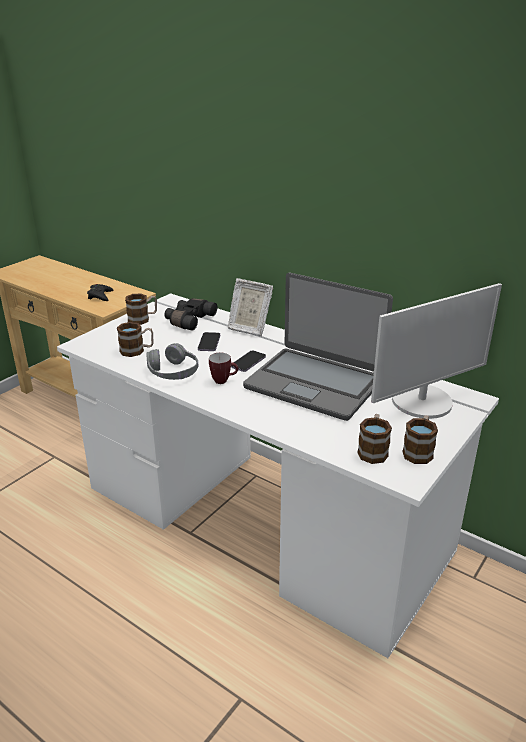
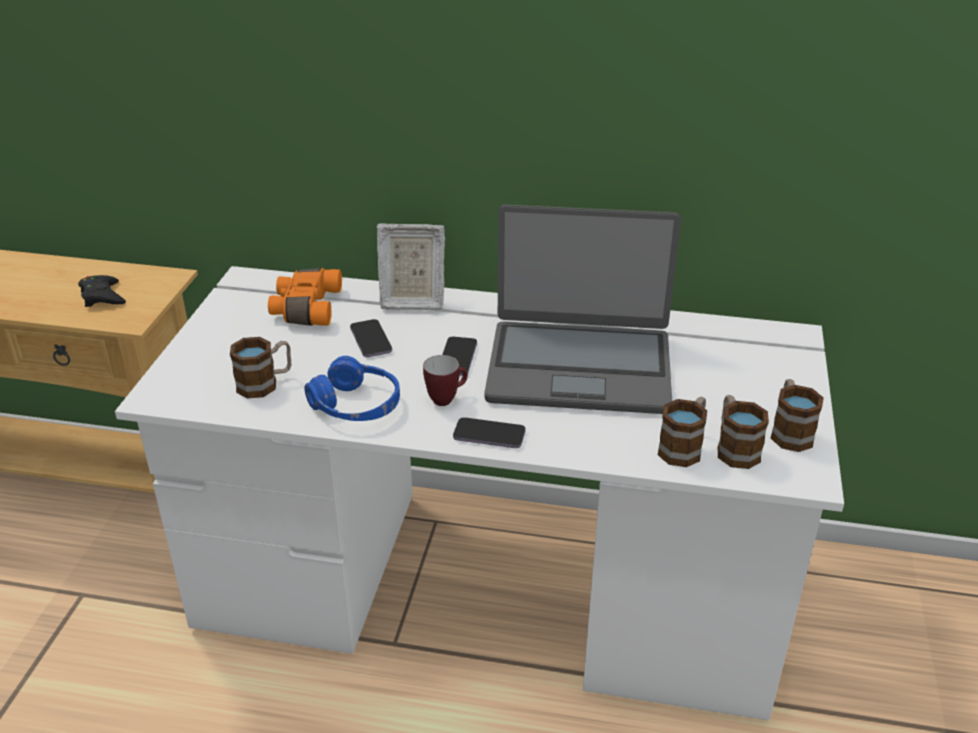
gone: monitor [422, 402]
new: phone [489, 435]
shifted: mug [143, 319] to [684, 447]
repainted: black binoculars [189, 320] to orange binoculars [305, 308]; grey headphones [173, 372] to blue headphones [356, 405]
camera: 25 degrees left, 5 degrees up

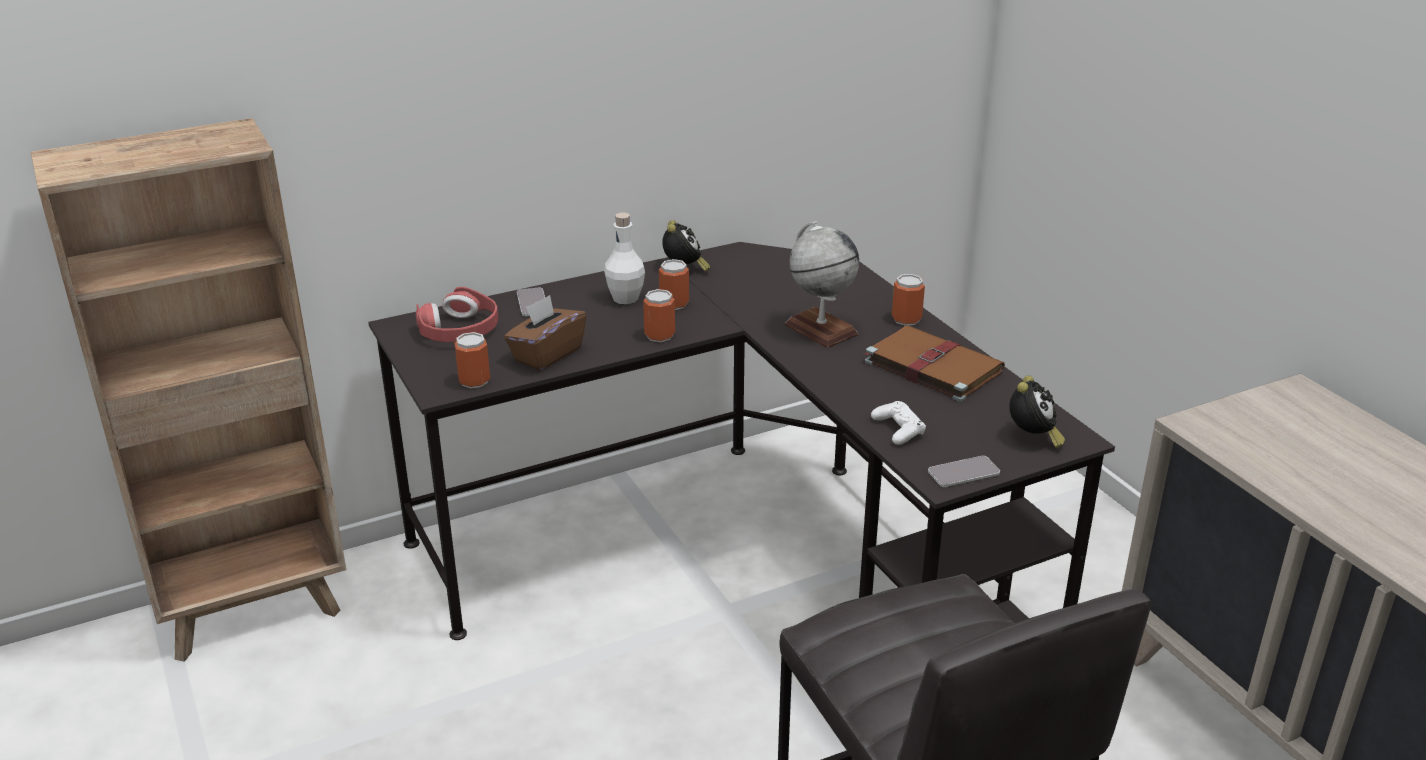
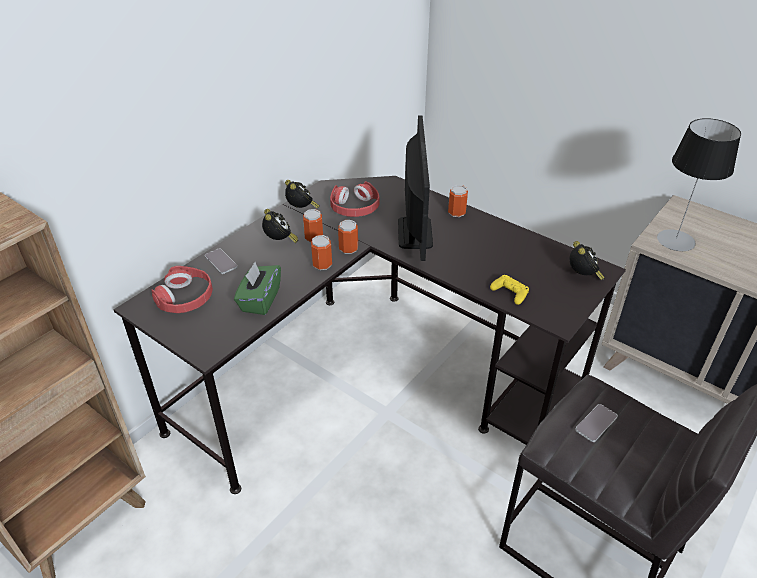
gone: brown book [931, 366]
new: table lamp [675, 240]; red headphones [355, 207]
shifted: can [474, 381] to [348, 248]; phone [963, 473] to [596, 423]
swapped: white bottle [625, 298] to alarm clock [280, 241]; globe [820, 329] to monitor [414, 233]
repainted: brown tissue box [547, 354] to green tissue box [260, 300]; white game controller [898, 429] to yellow game controller [510, 293]
camera: 25 degrees left, 10 degrees up

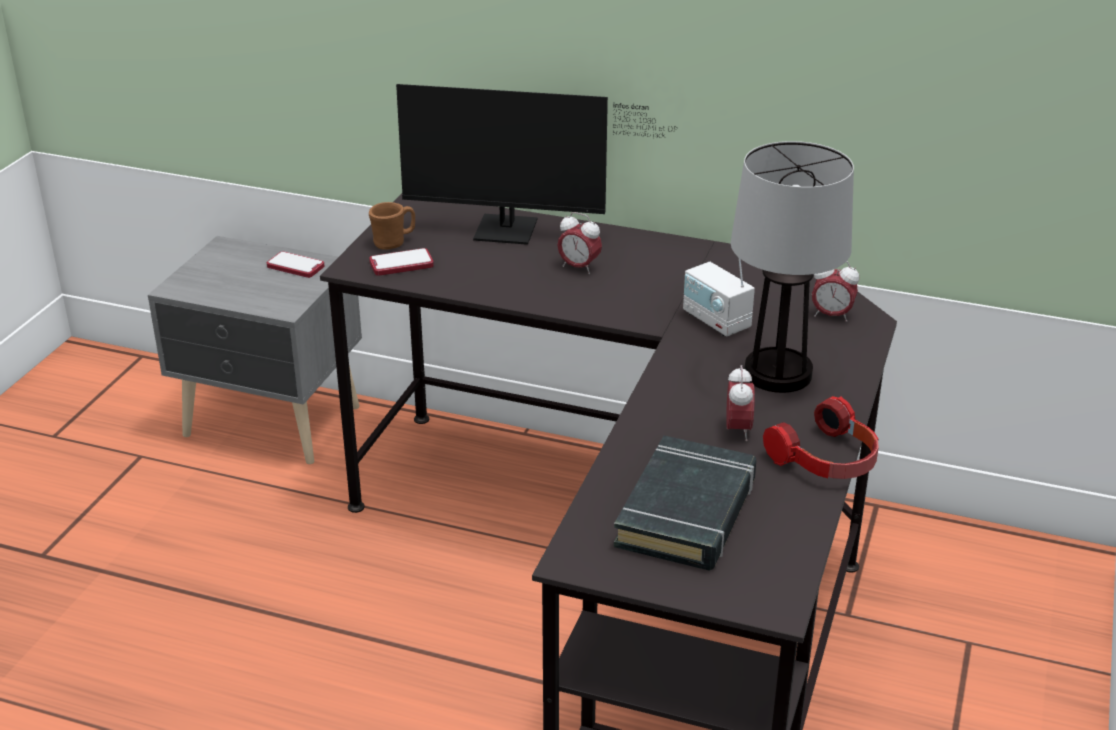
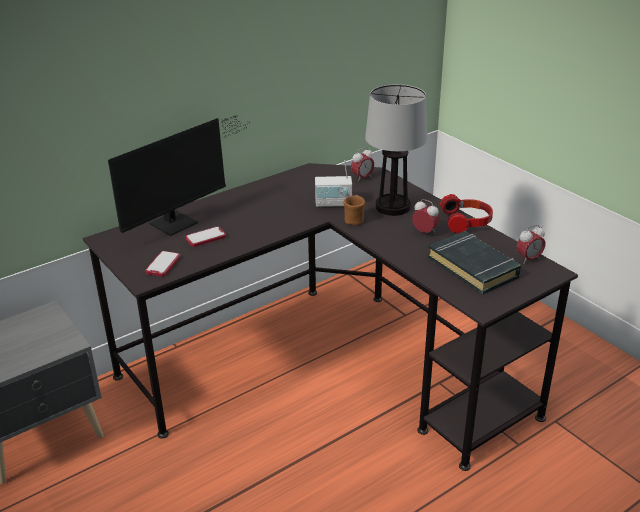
shifted: brown mug [393, 242] to [354, 219]; alarm clock [579, 267] to [528, 259]; phone [295, 266] to [205, 238]
camera: 55 degrees left, 0 degrees up

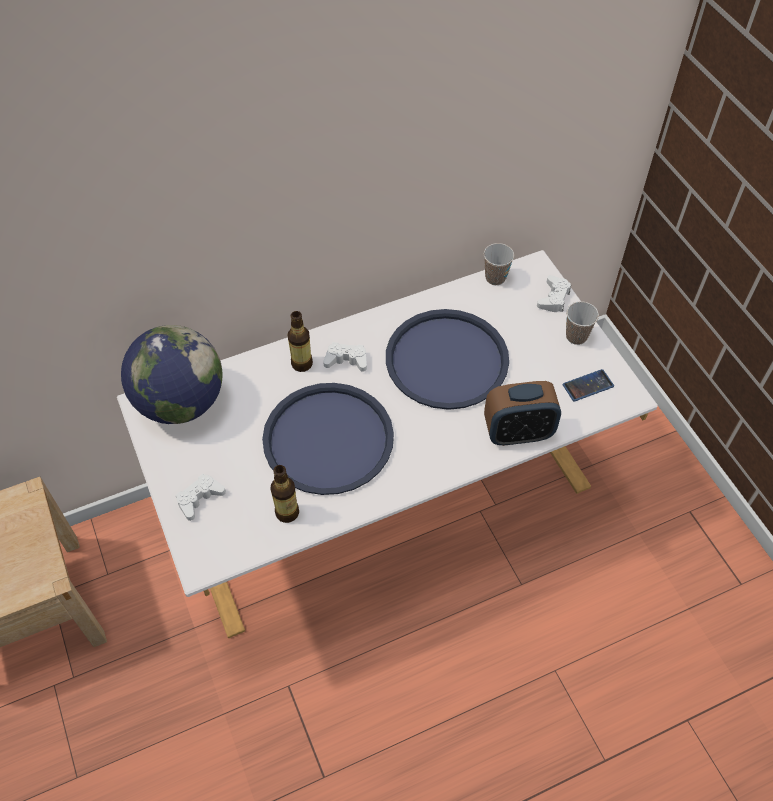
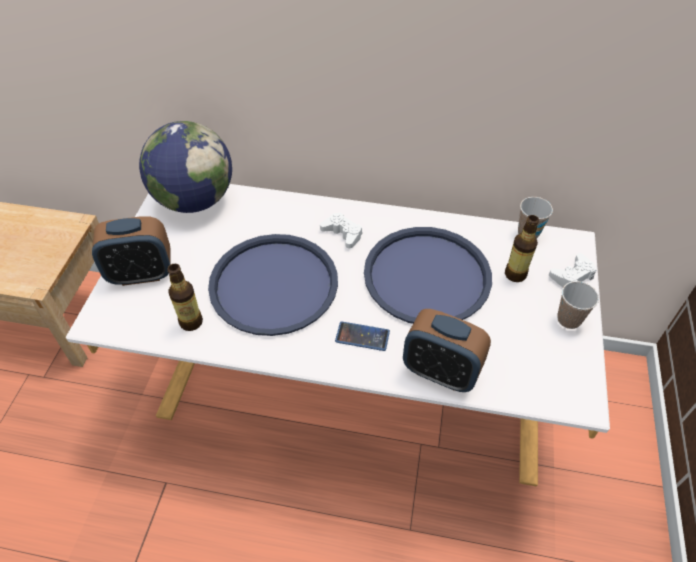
shifted: bottle [302, 364] to [515, 274]; phone [588, 386] to [362, 336]
swapped: white game controller [199, 499] to alarm clock [141, 274]
camera: 35 degrees right, 5 degrees down

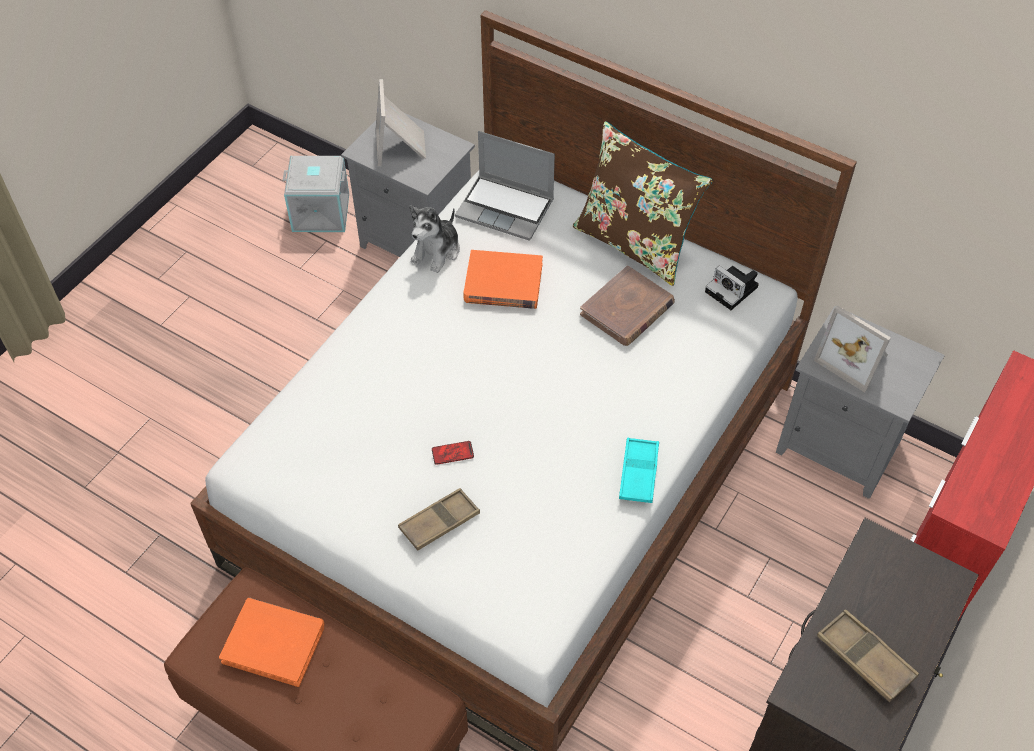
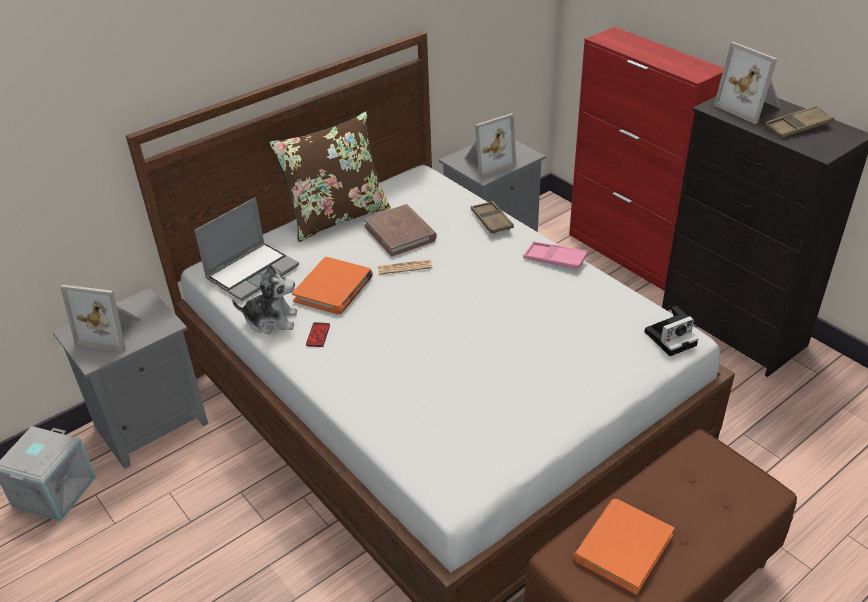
new: picture frame [750, 107]; newspaper [404, 267]
shifted: photo camera [733, 290] to [671, 337]; phone [452, 453] to [318, 335]; brown tray [439, 522] to [491, 221]
repainted: turquoise tray [638, 473] to pink tray [555, 259]
rotated: plush toy [437, 251] = [271, 320] 45 degrees counterclockwise
camera: 70 degrees left, 15 degrees down

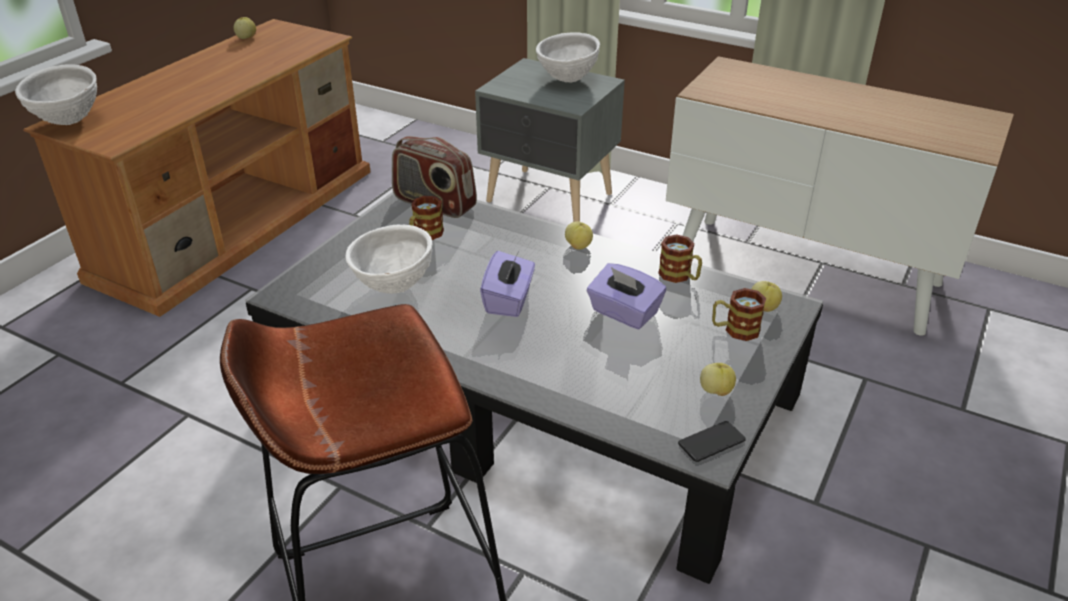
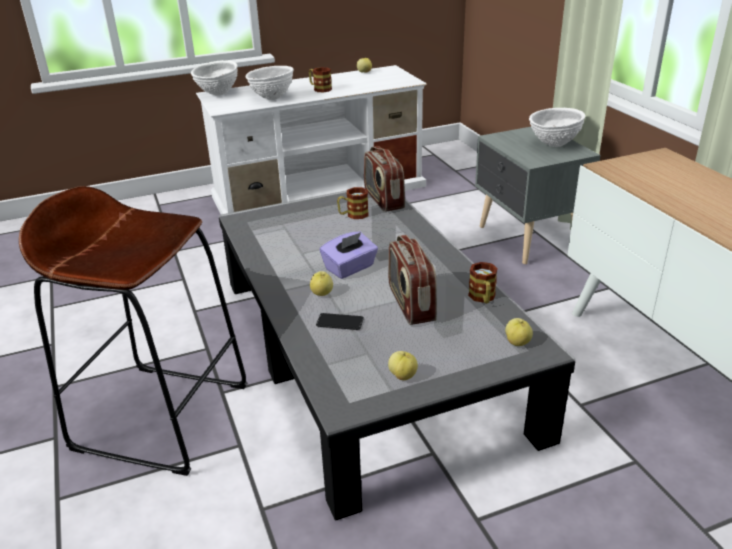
shifted: apple [578, 246] to [322, 293]; white bowl [393, 287] to [272, 98]; mug [735, 330] to [320, 89]; phone [711, 442] to [340, 322]
swapped: purple tissue box [623, 313] to radio [410, 304]
repainted: brown tv stand [239, 221] to white tv stand [320, 190]
camera: 40 degrees right, 5 degrees down

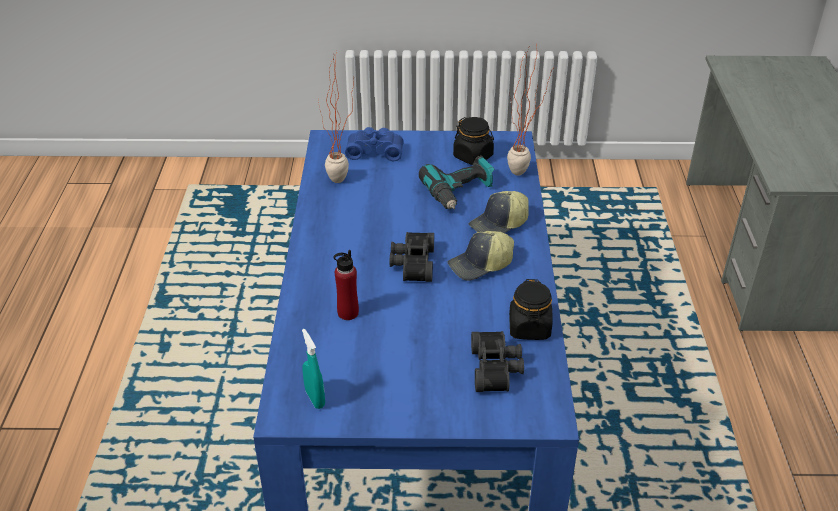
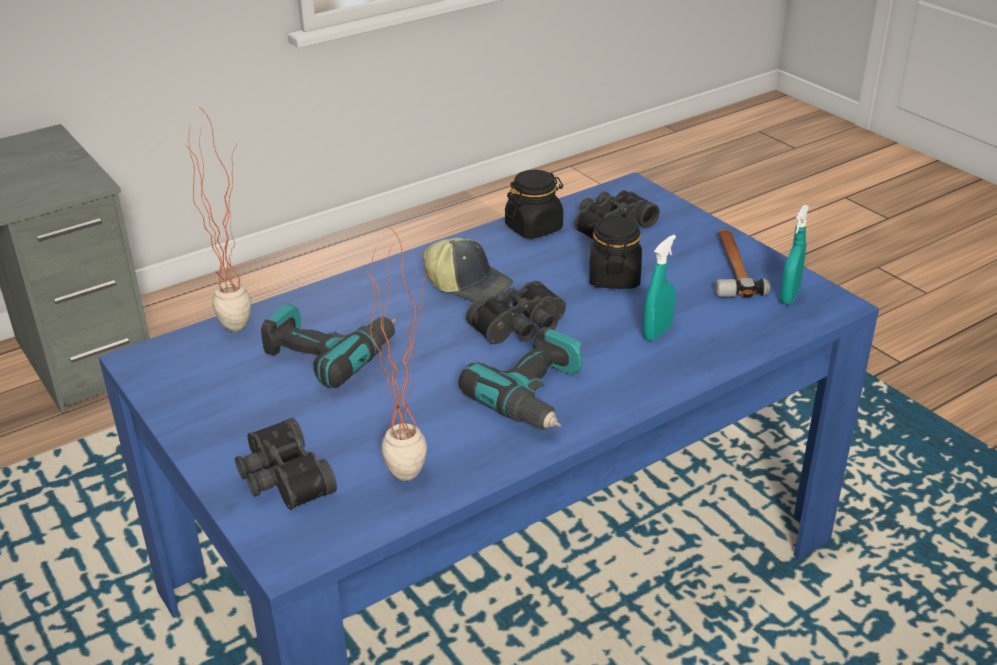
gone: cap [499, 224]
new: hammer [731, 267]; power drill [535, 396]
shifted: black jar [473, 156] to [614, 278]
swapped: red bottle [348, 313] to turquoise spray bottle [657, 332]
repainted: blue binoculars [375, 150] to black binoculars [281, 479]
camera: 125 degrees left, 5 degrees down

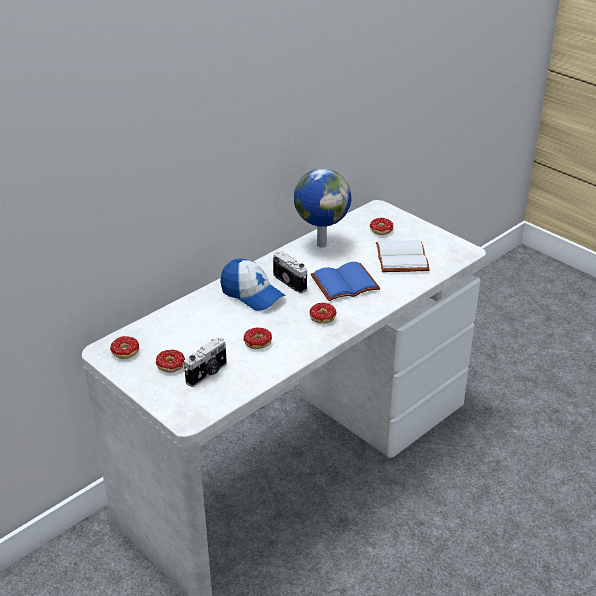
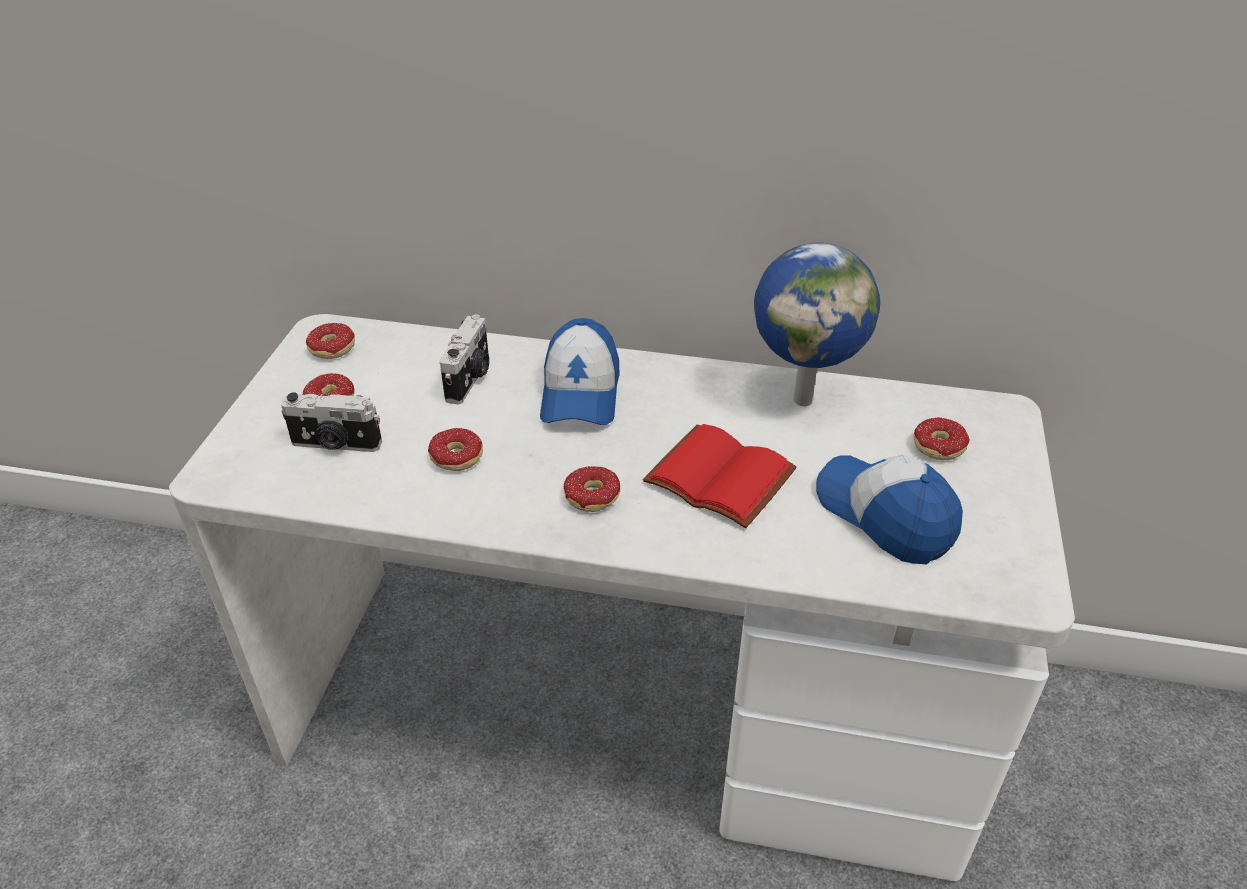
shifted: photo camera [291, 282] to [470, 379]
swapped: white book [403, 258] to cap [885, 515]
repainted: blue book [345, 282] to red book [723, 476]
camera: 55 degrees right, 5 degrees up

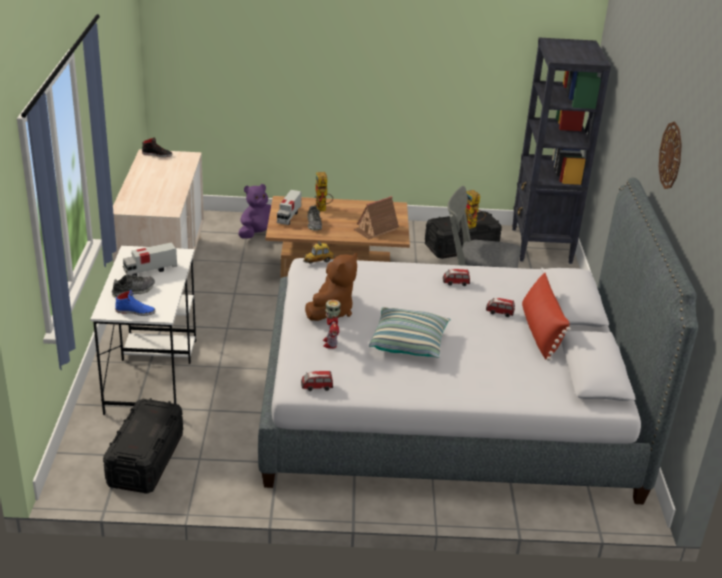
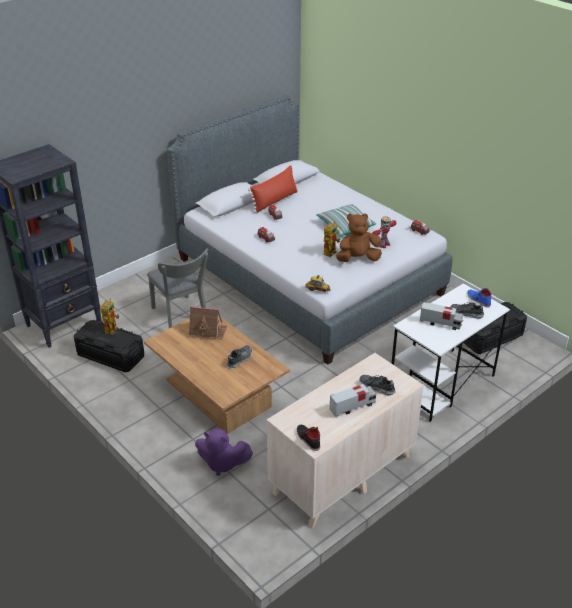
gone: wall clock [671, 155]
new: shoe [377, 387]
shifted: toy robot [322, 209] to [330, 251]; toy truck [289, 216] to [352, 407]
camera: 130 degrees left, 5 degrees up

